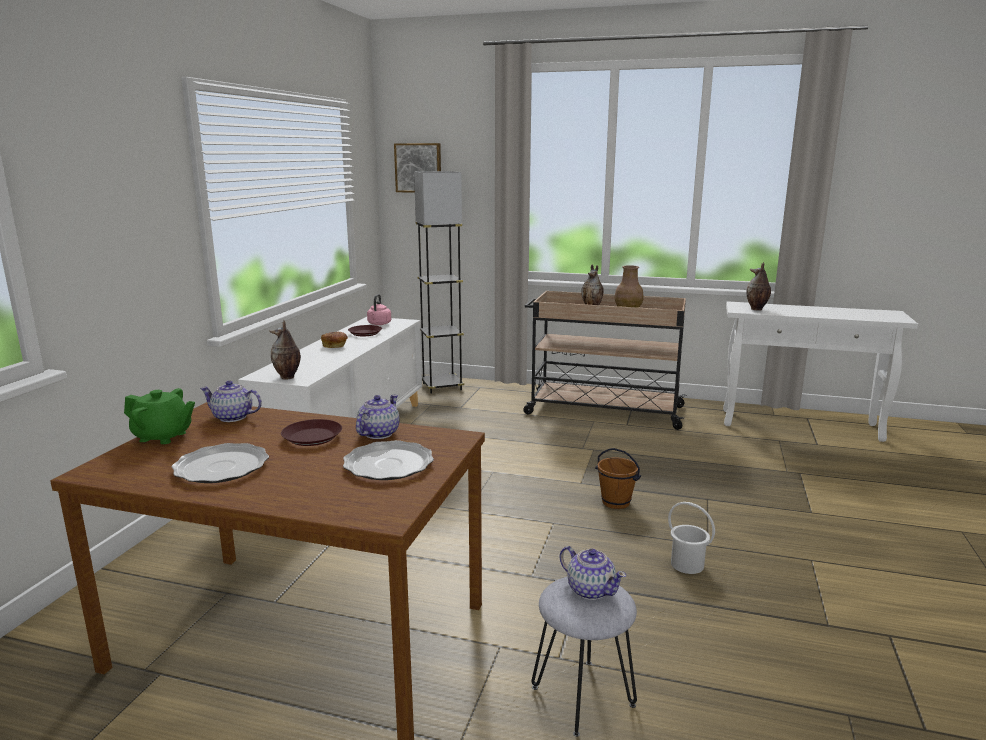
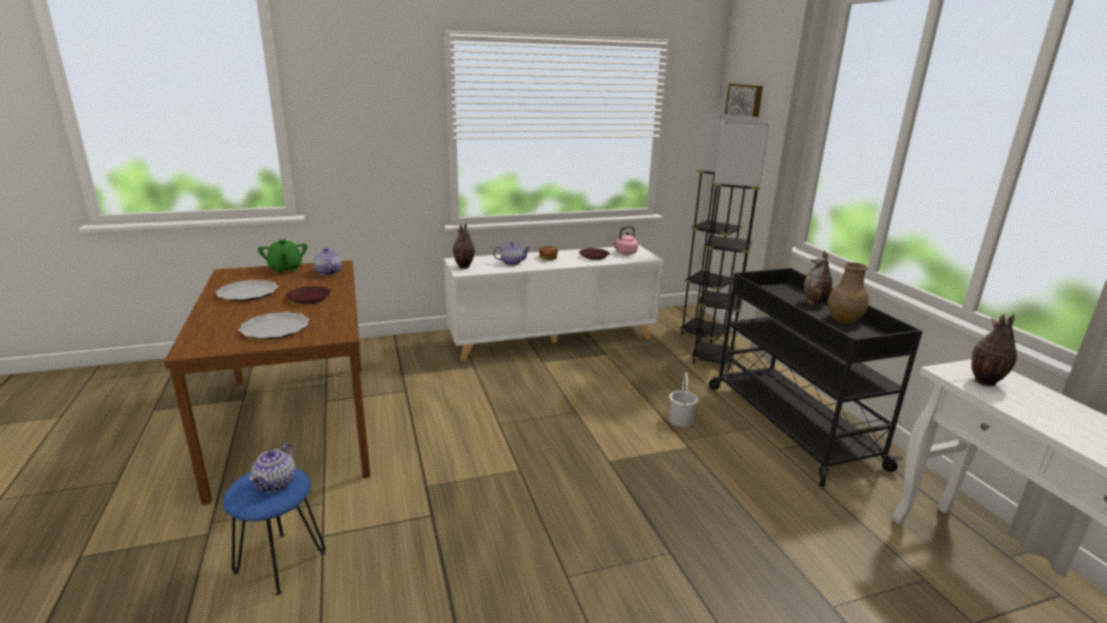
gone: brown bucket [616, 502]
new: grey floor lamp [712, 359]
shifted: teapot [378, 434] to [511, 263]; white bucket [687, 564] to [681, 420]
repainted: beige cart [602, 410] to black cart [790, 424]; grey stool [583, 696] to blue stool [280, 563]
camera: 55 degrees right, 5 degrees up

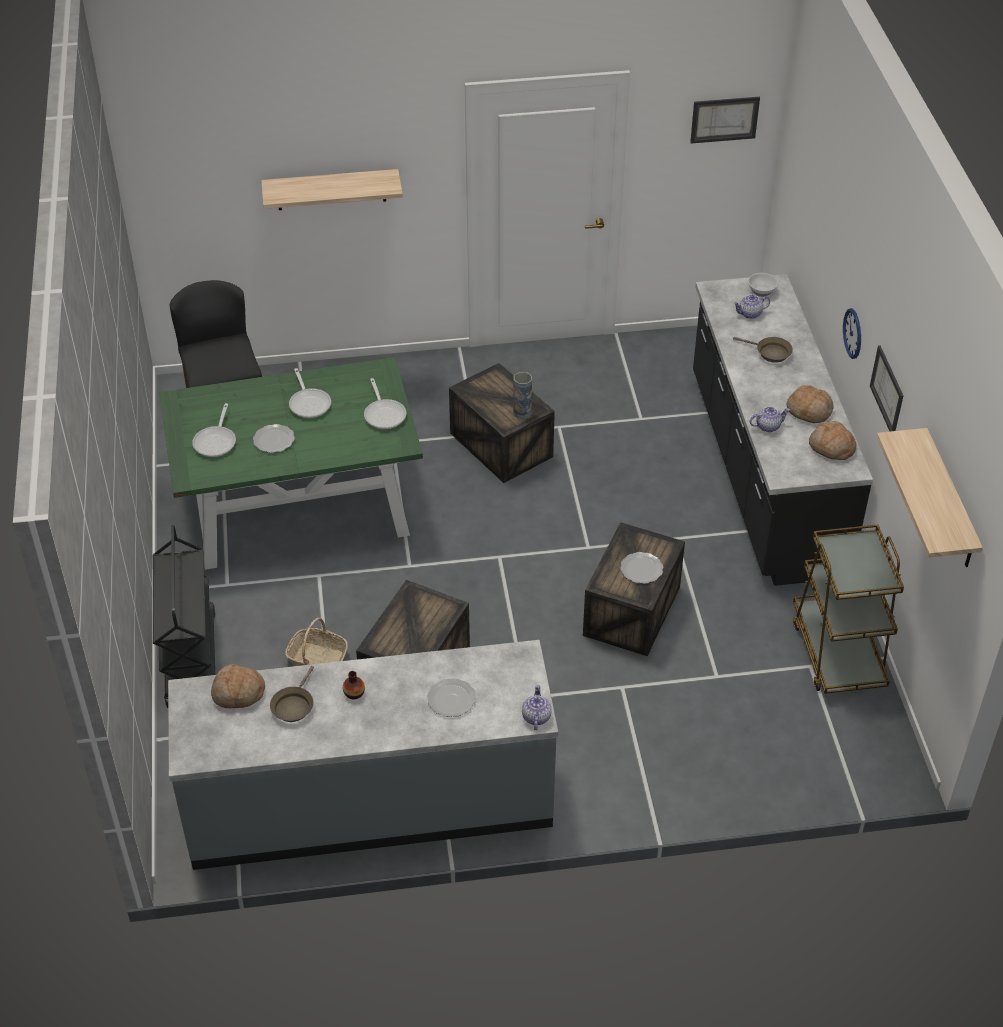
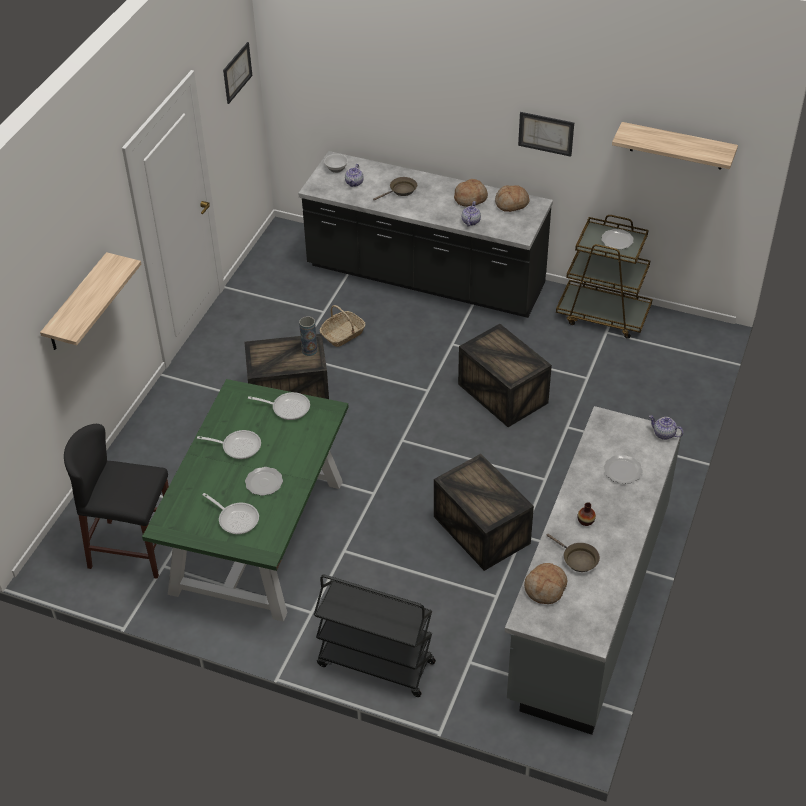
gone: wall clock [853, 333]
shifted: plate [641, 569] to [616, 240]; basket [317, 658] to [343, 334]
camera: 60 degrees left, 0 degrees up

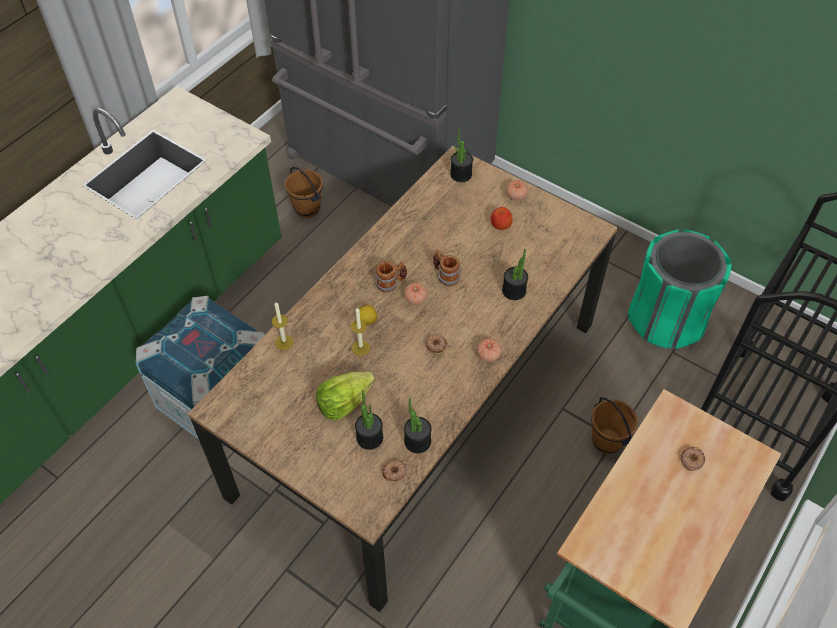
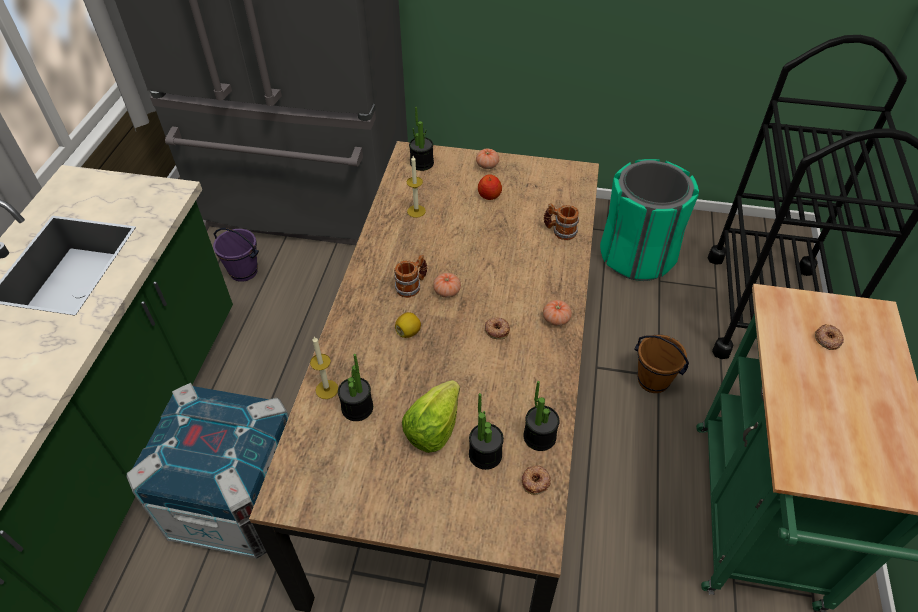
shifted: potted plant [514, 291] to [357, 408]; mug [445, 275] to [559, 231]; candle [360, 348] to [416, 211]
repainted: brown bucket [307, 208] to purple bucket [244, 271]
camera: 25 degrees left, 5 degrees down

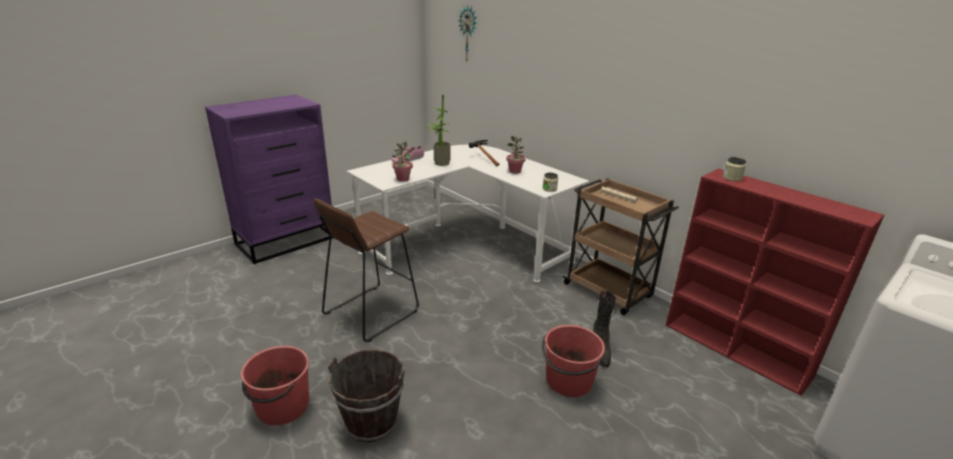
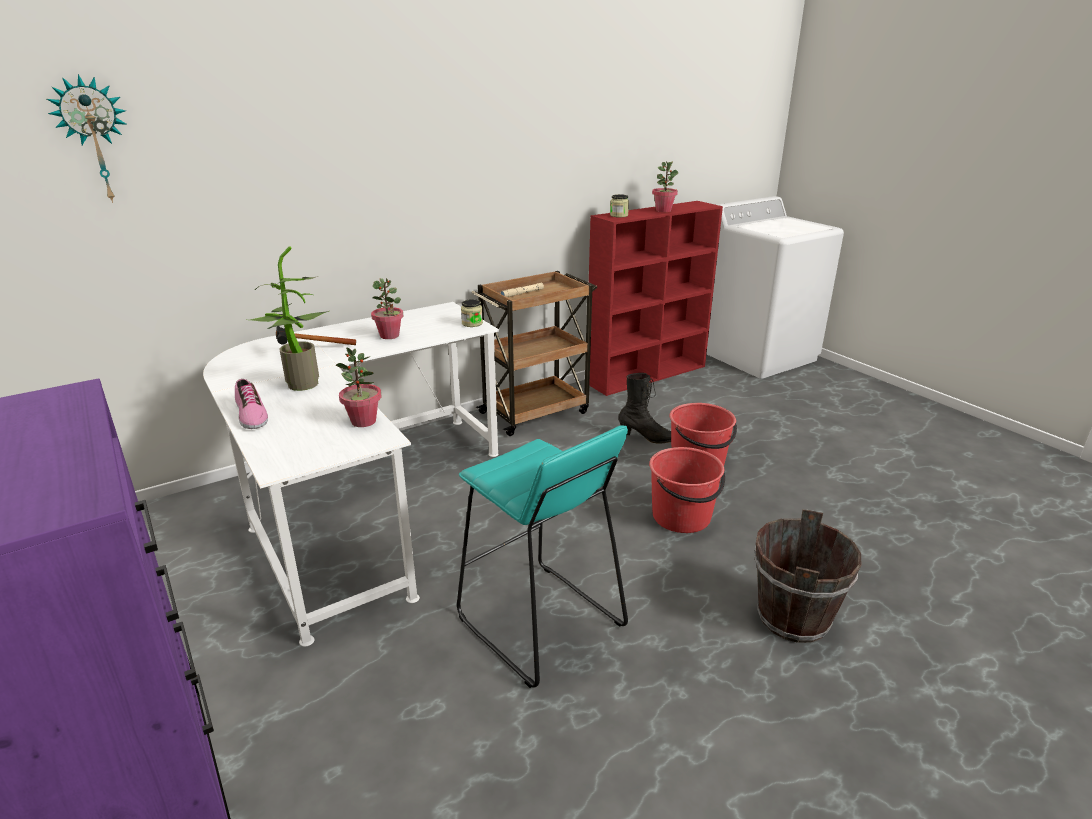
new: potted plant [663, 210]
shifted: red bucket [282, 407] to [682, 517]
repainted: brown stool [370, 312] to turquoise stool [540, 623]
camera: 80 degrees left, 0 degrees up

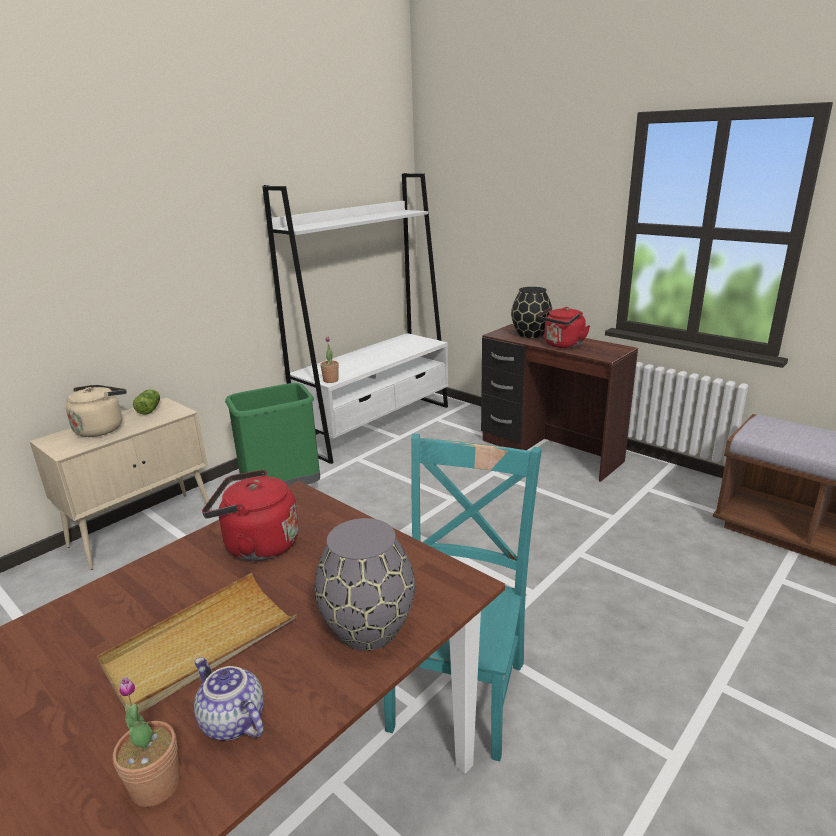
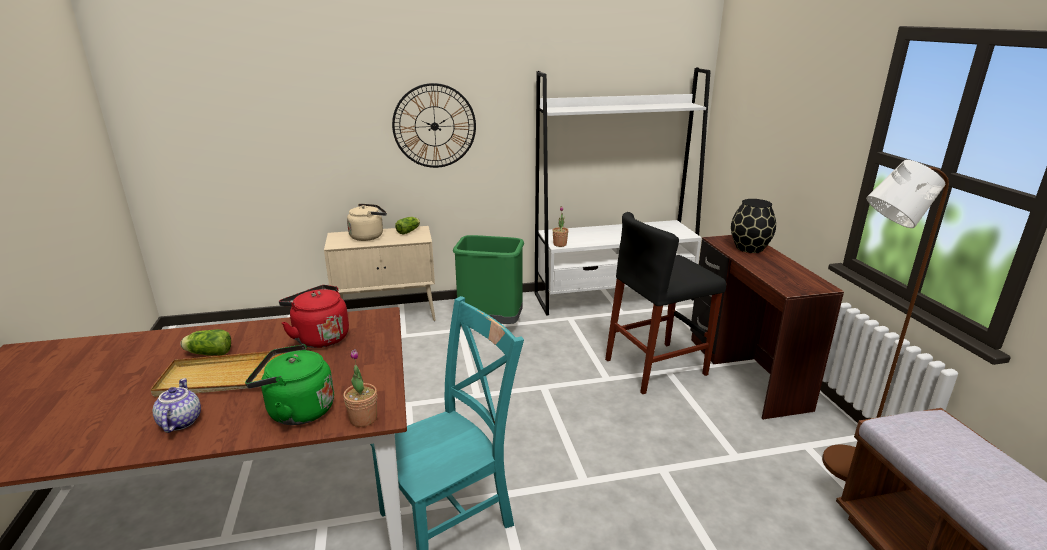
gone: red kettle [562, 345]
new: wall clock [434, 126]; brown floor lamp [842, 468]; black stool [656, 367]; lettuce [208, 353]
shifted: potted plant [156, 785] to [363, 419]
swapped: grey vase [367, 628] to green kettle [297, 411]
camera: 35 degrees right, 0 degrees up

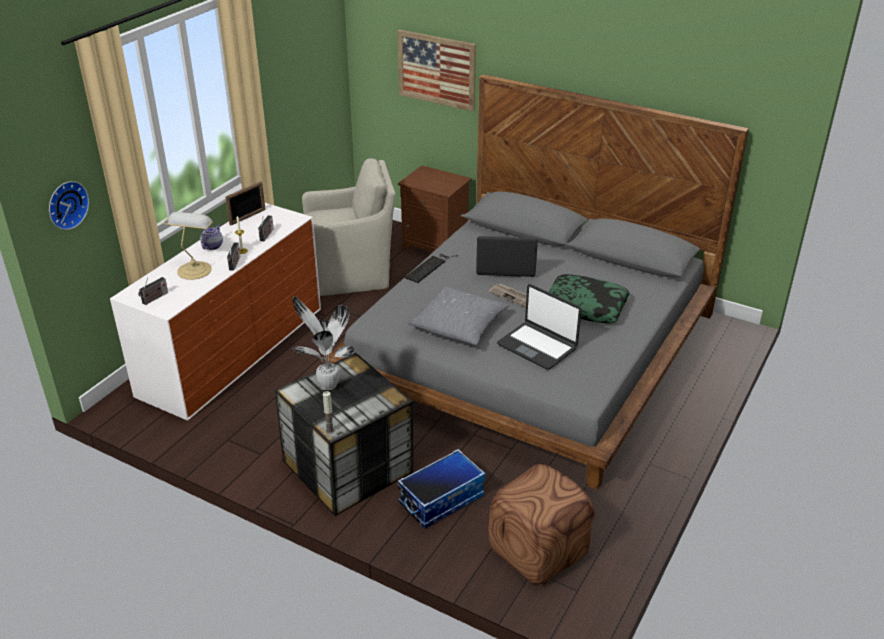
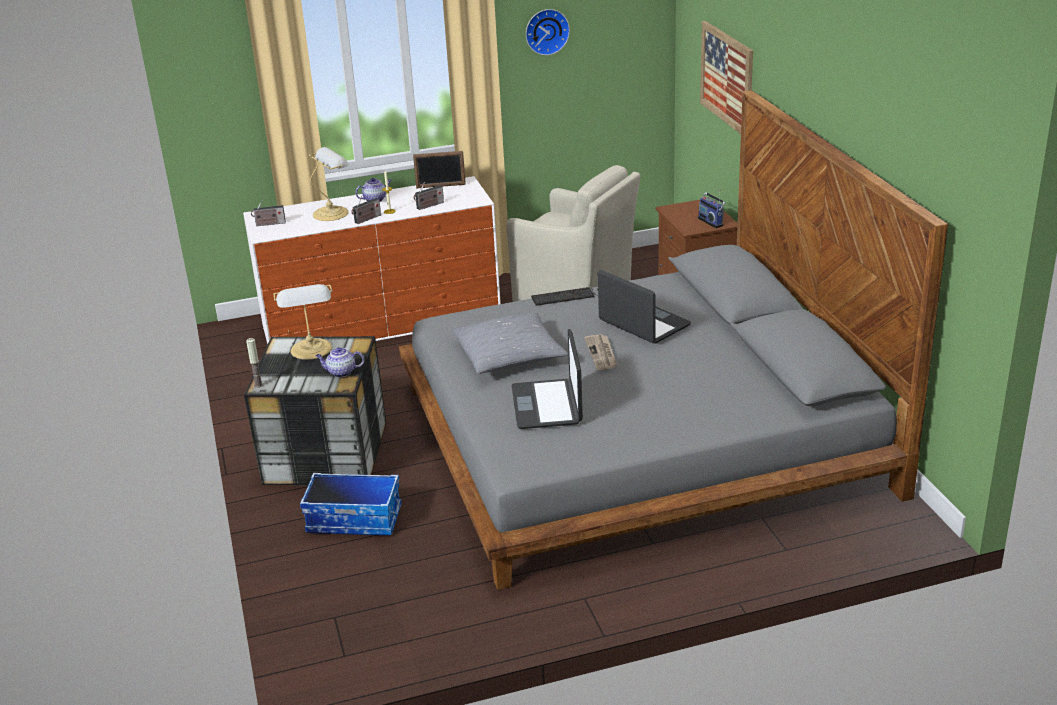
gone: pillow [585, 306]; brown ottoman [537, 549]
new: radio [711, 221]; teapot [341, 372]
shifted: wall clock [66, 204] to [546, 31]
swapped: potted plant [326, 384] to table lamp [311, 350]
camera: 45 degrees right, 5 degrees down

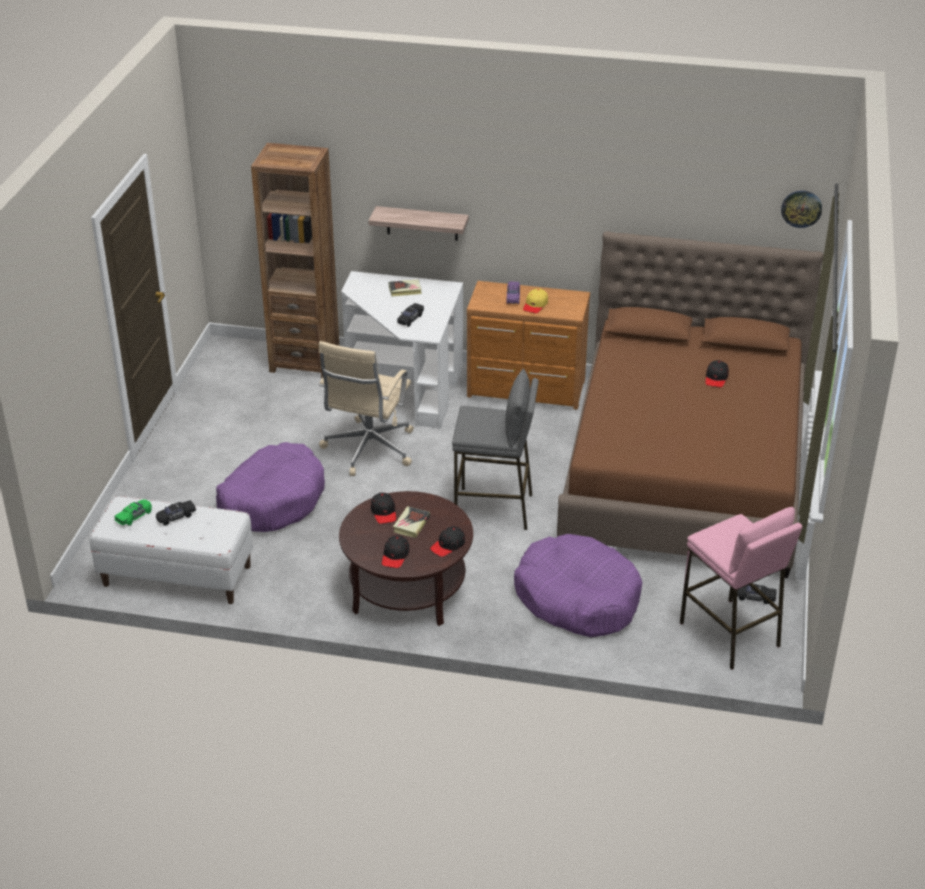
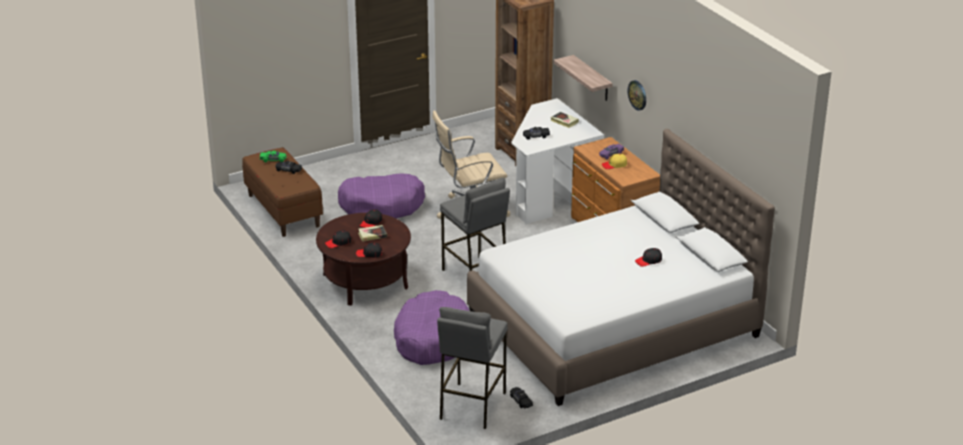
shifted: wall clock [801, 208] to [637, 95]
repainted: brown bed [685, 472] to white bed [613, 325]; white bench [176, 576] to brown bench [283, 211]; pink stool [730, 634] to grey stool [471, 406]
camera: 50 degrees right, 5 degrees down

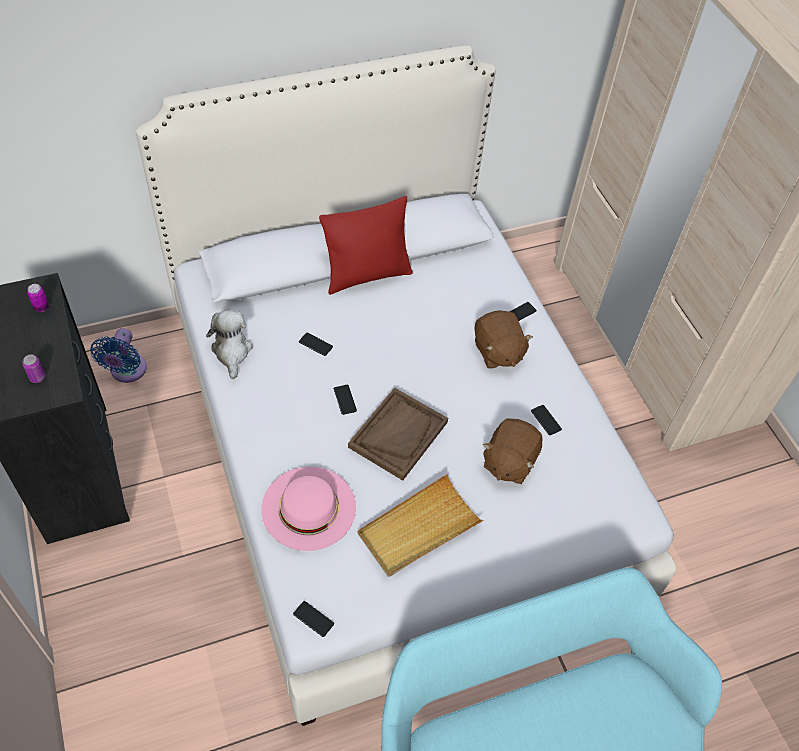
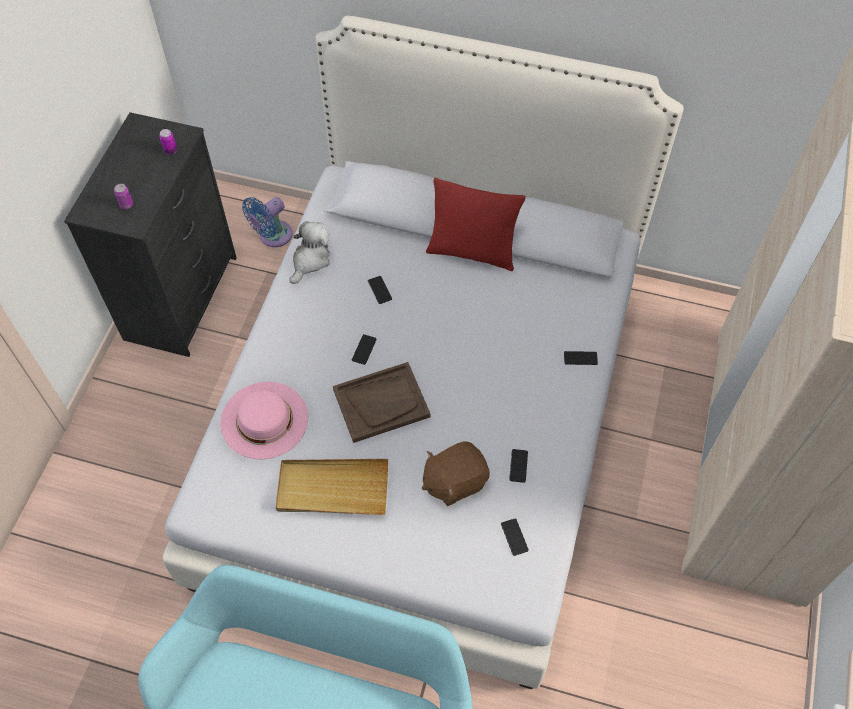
gone: brown plush toy [497, 352]
shifted: phone [313, 619] to [514, 537]
camera: 40 degrees right, 5 degrees up

